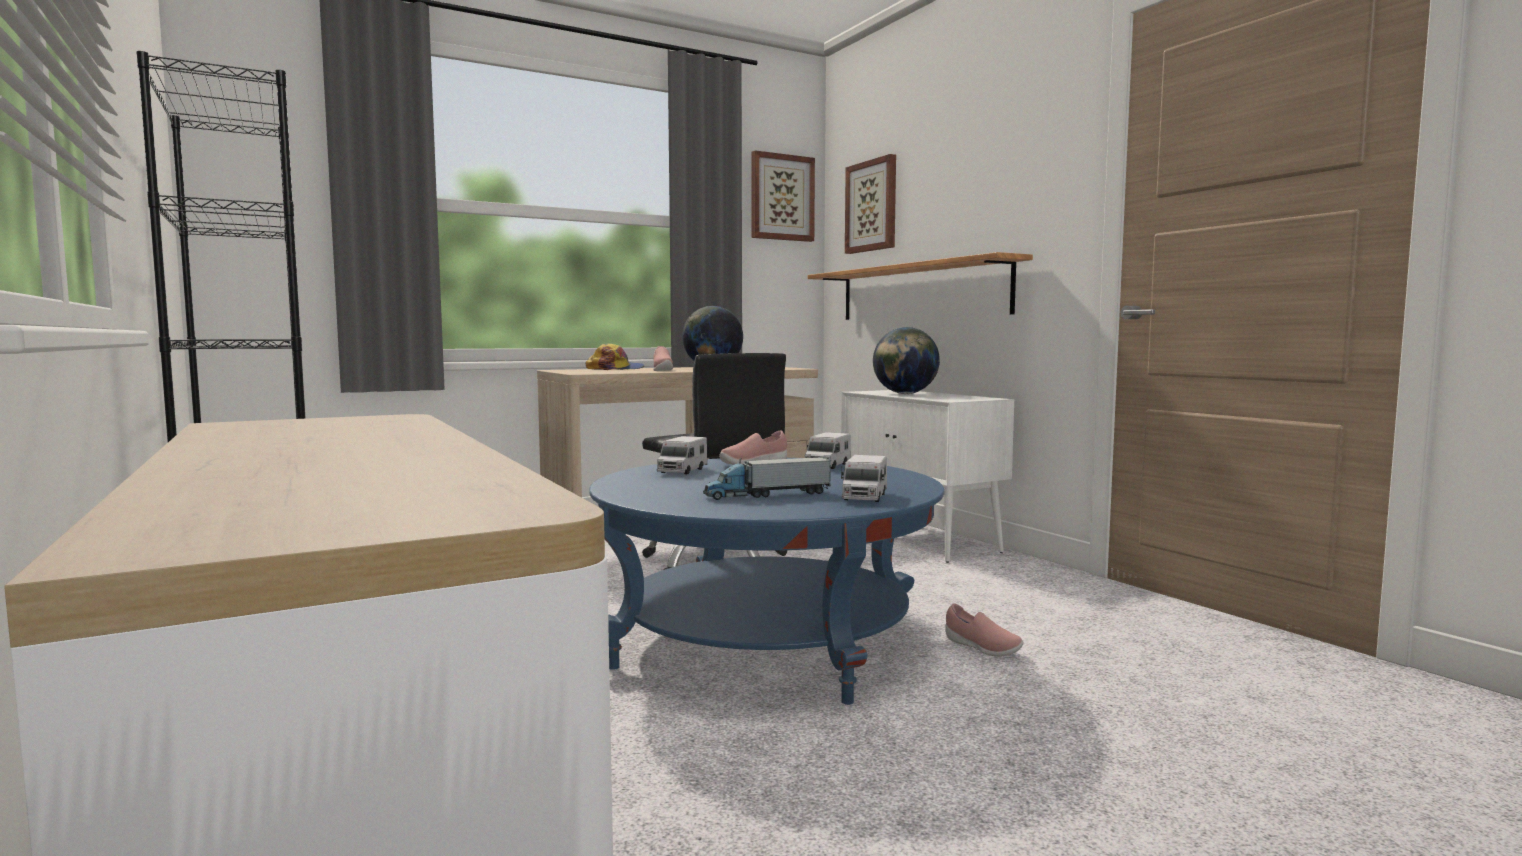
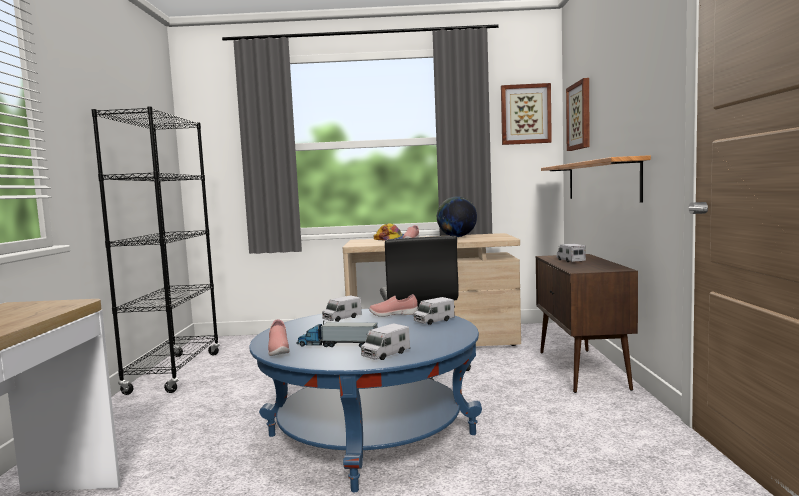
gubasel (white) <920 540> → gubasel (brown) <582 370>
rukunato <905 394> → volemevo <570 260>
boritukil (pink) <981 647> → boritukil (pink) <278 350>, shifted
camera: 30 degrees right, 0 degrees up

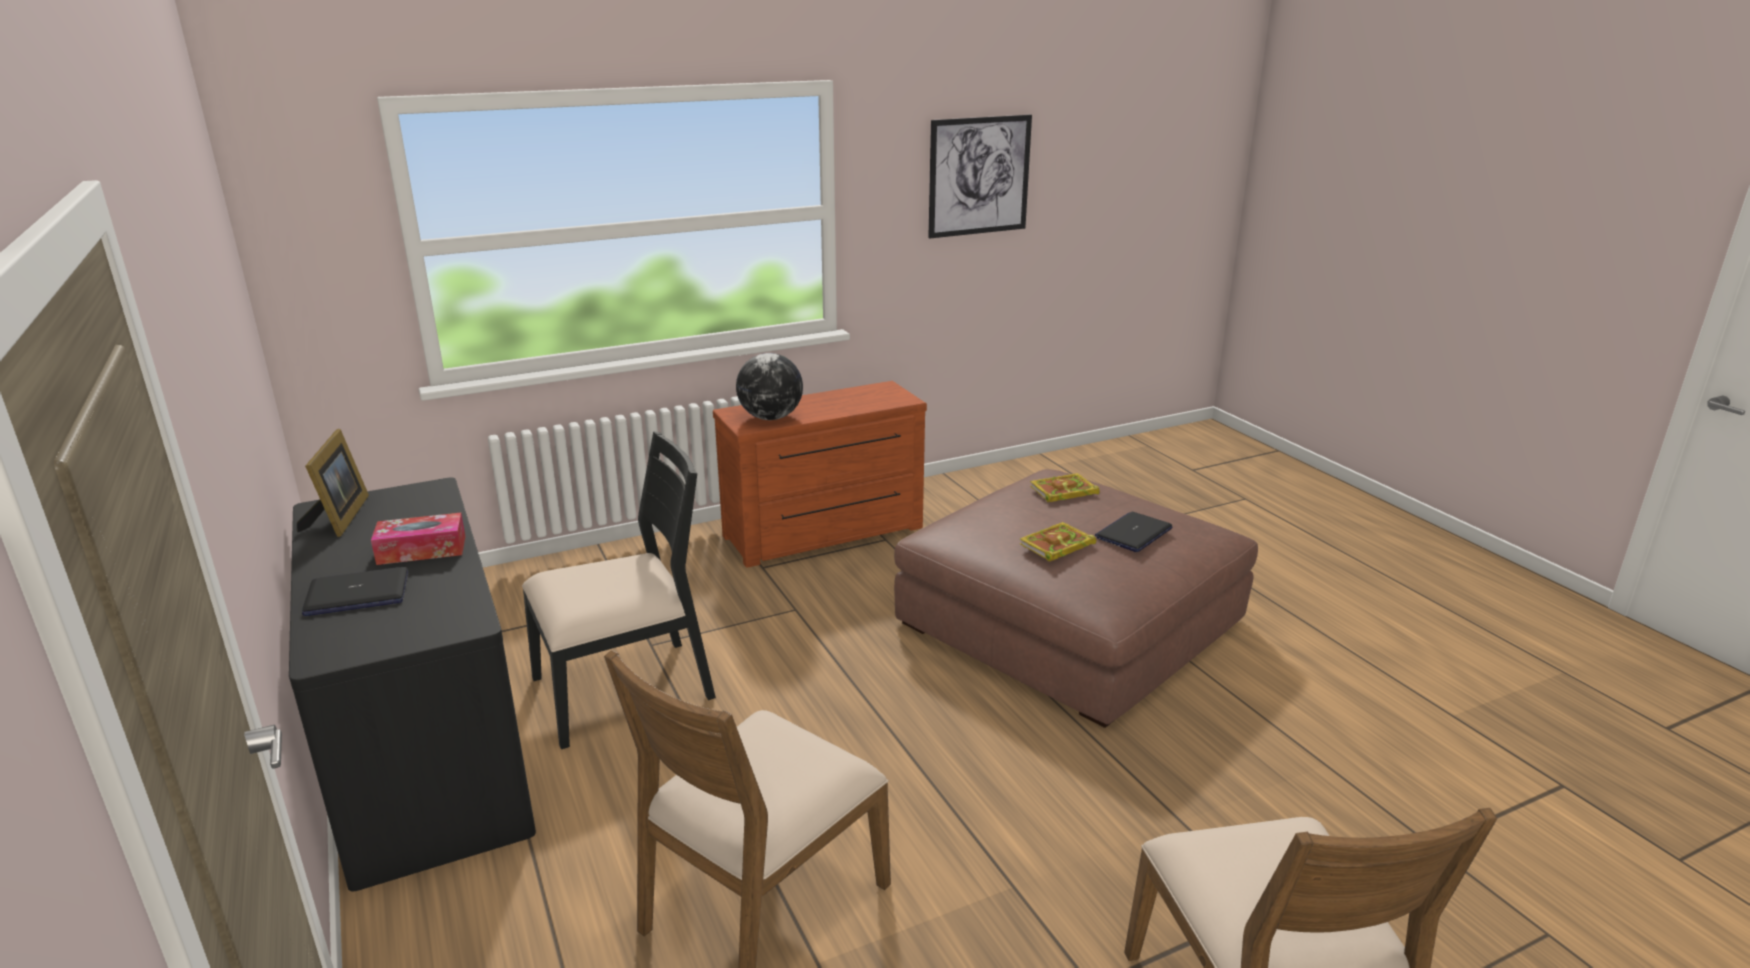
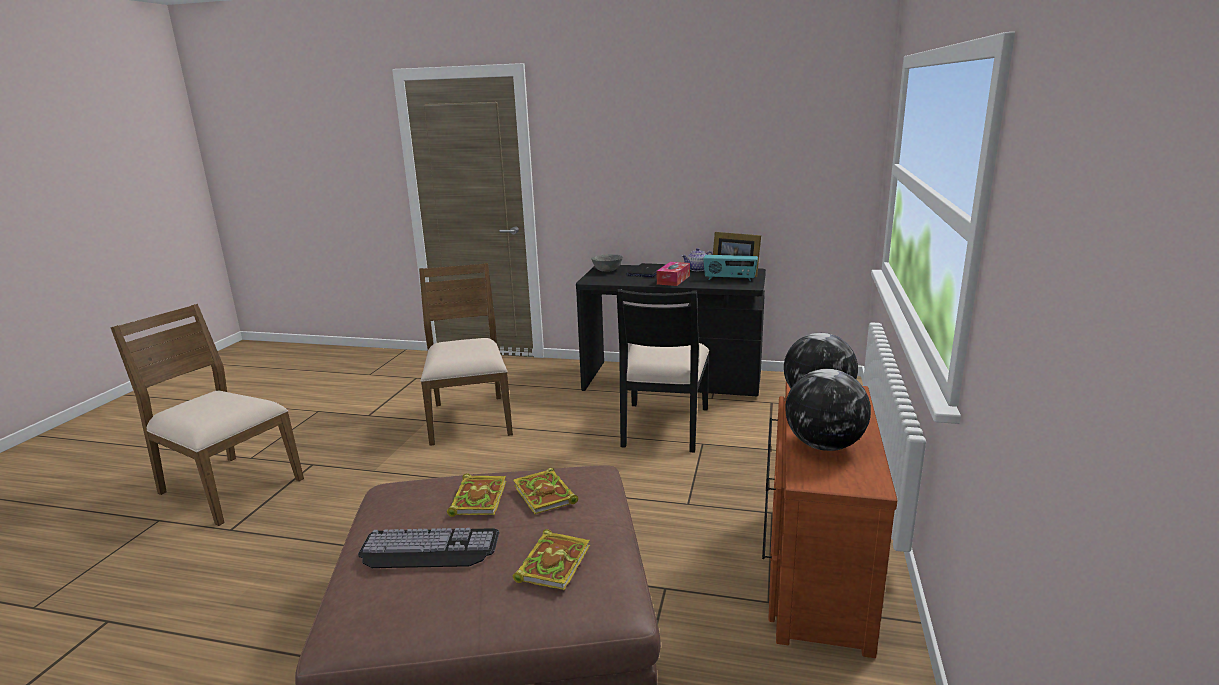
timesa <979 176> → -
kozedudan <1133 533> → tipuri <426 550>
- → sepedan <546 495>
- → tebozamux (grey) <607 271>
- → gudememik <697 269>
- → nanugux <730 279>
- → rukunato <823 445>
camera: 130 degrees right, 5 degrees down

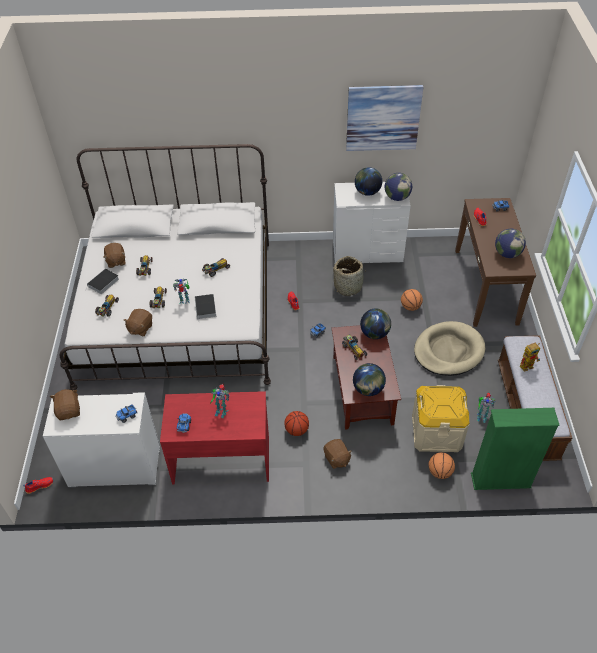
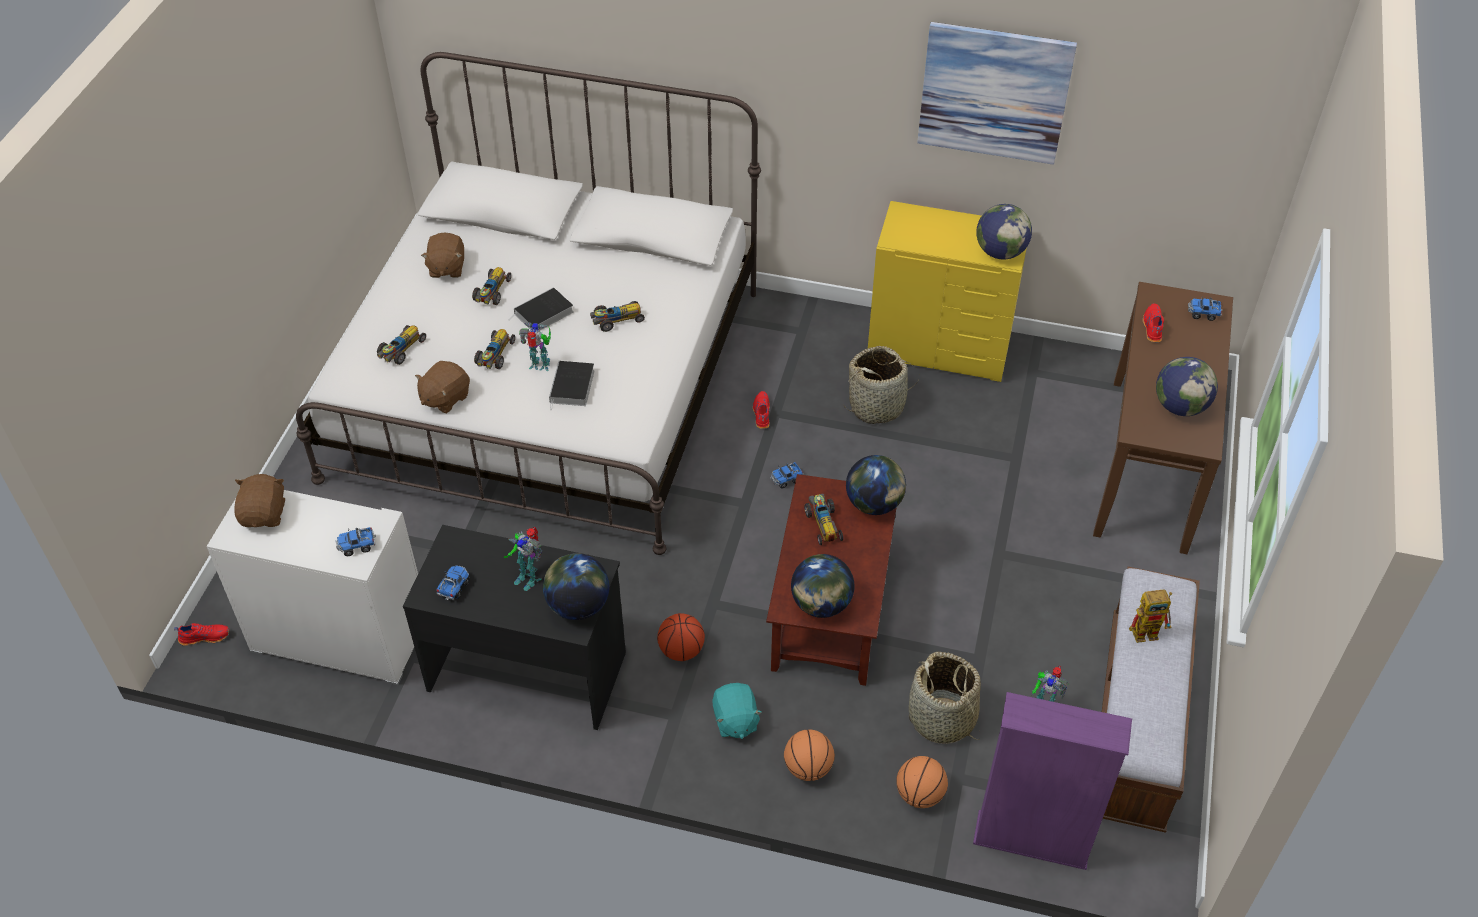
sepedan <103 283> → sepedan <543 314>, shifted
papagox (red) <221 459> → papagox (black) <527 669>
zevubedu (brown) <336 459> → zevubedu (turquoise) <735 721>
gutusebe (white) <367 251> → gutusebe (yellow) <939 346>
rukunato <367 192> → rukunato <578 605>, shifted
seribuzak <410 307> → seribuzak <808 768>, shifted
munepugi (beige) <436 432> → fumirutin <942 719>
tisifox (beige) <448 351> → -
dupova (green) <500 481> → dupova (purple) <1031 841>
camera: 15 degrees right, 0 degrees up

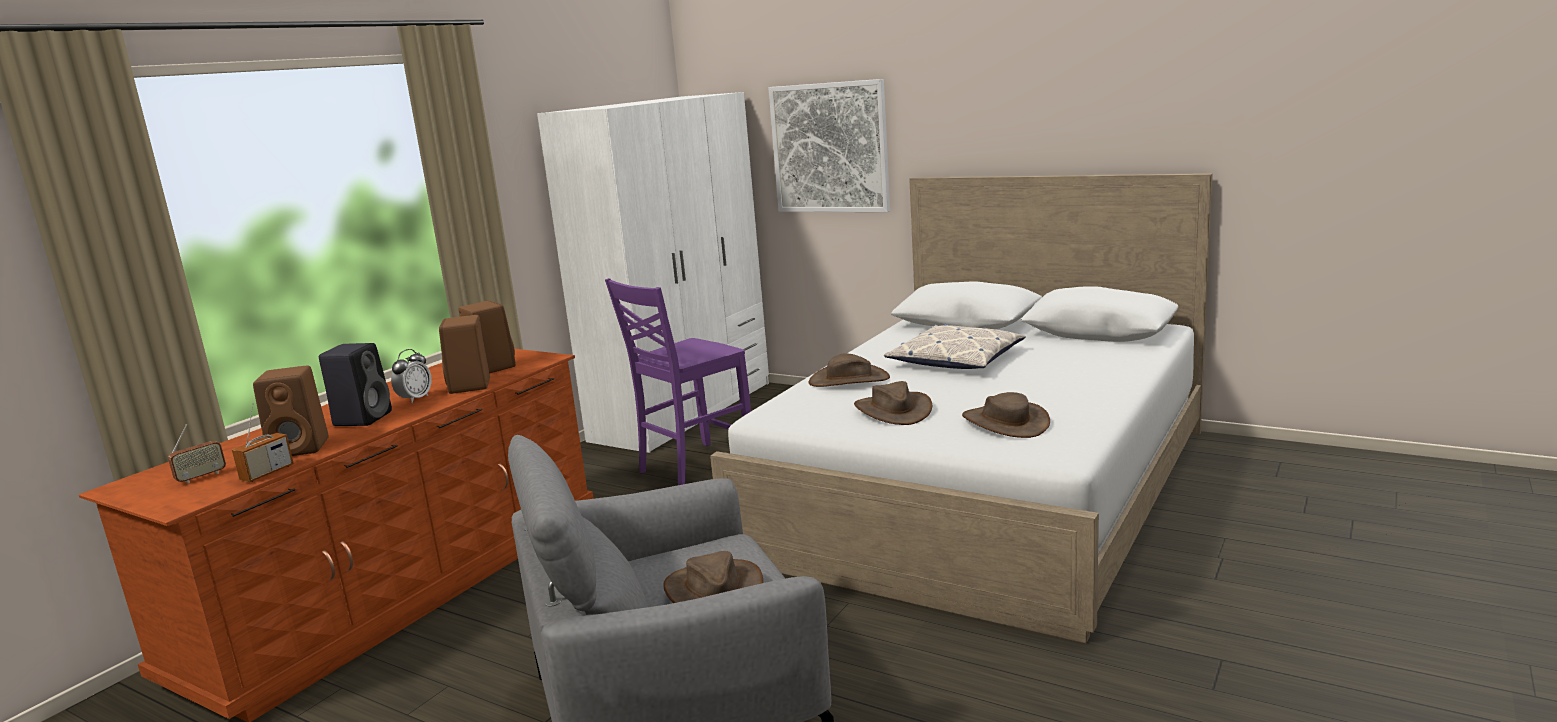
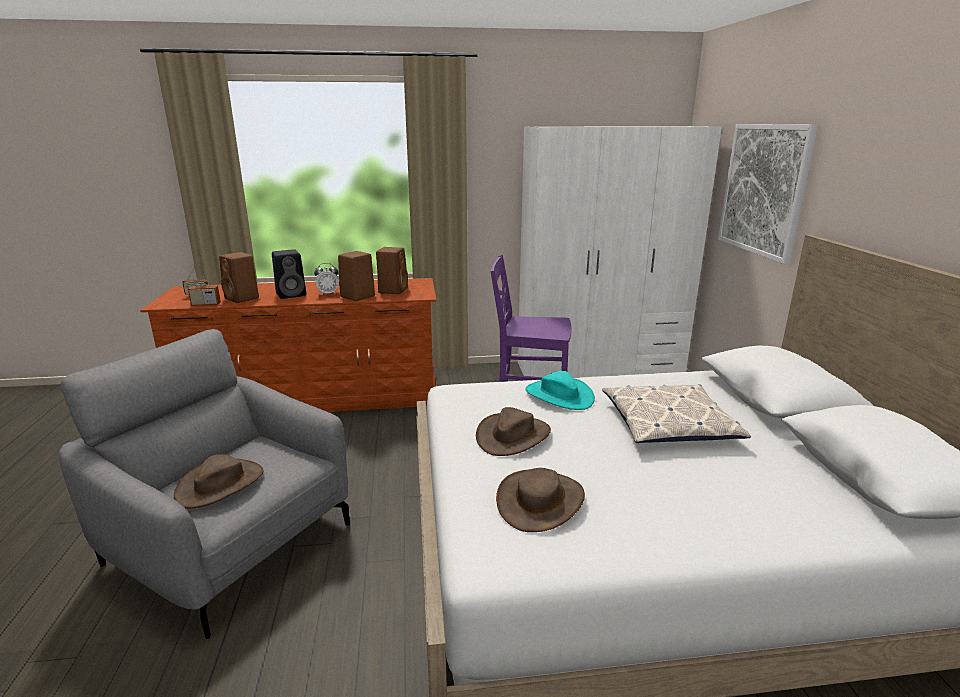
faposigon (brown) <849 380> → faposigon (turquoise) <559 395>
camera: 50 degrees right, 5 degrees up

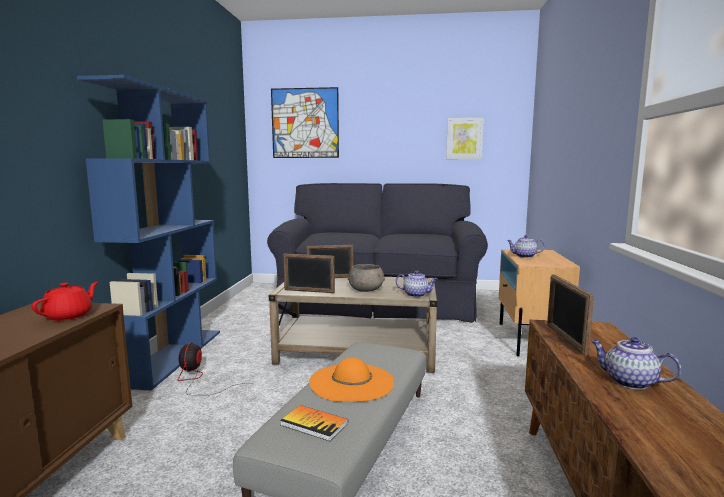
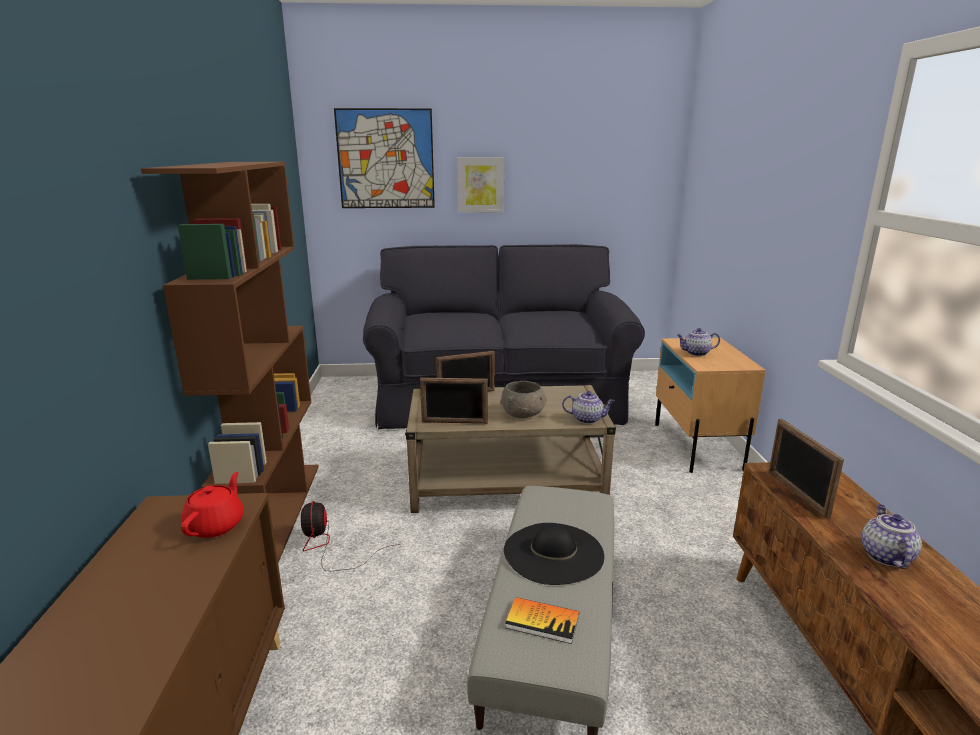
dupova (blue) <172 356> → dupova (brown) <274 511>
faposigon (orange) <351 382> → faposigon (black) <553 552>
timesa <464 138> → timesa <480 185>, shifted
gudememik <629 382> → gudememik <885 555>, 75 degrees clockwise
camera: 10 degrees left, 10 degrees up

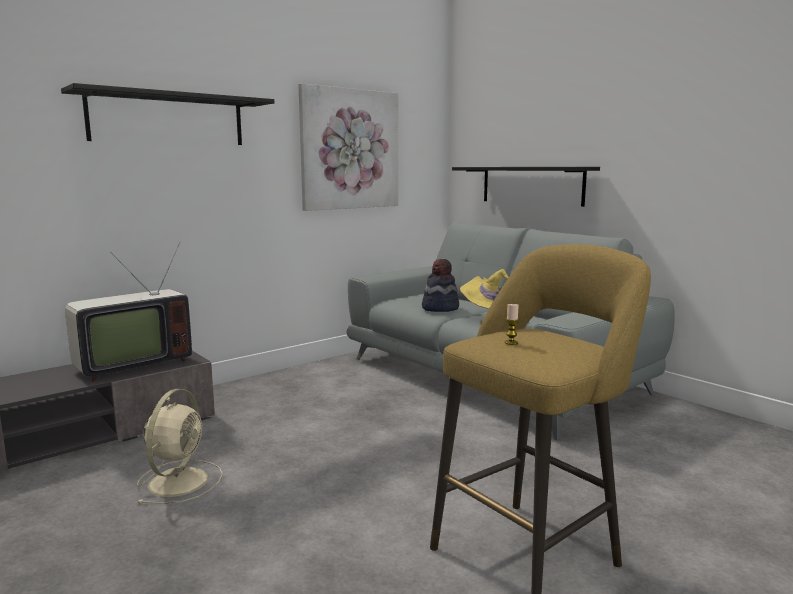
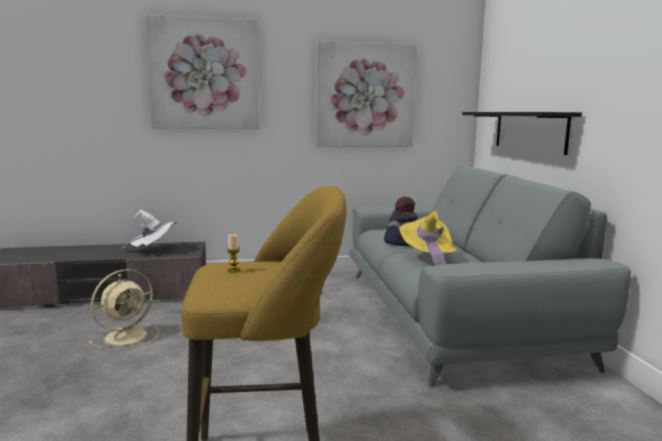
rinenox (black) <168 119> → timesa <204 74>
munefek <130 365> → faposigon (white) <153 250>
camera: 30 degrees right, 0 degrees up

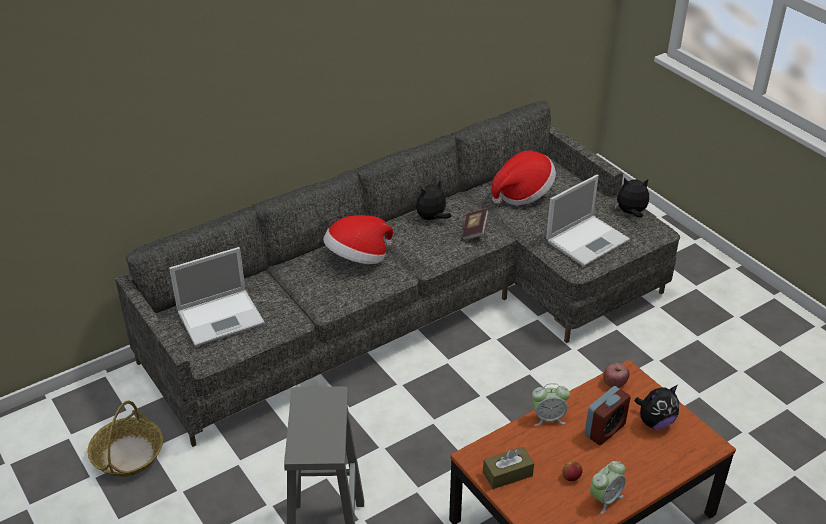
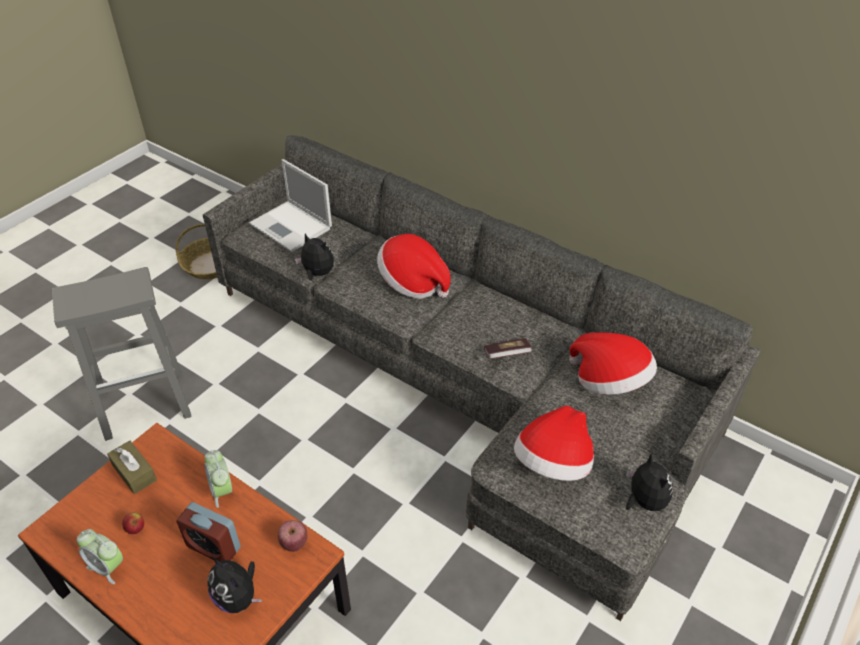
zevubedu <432 218> → zevubedu <317 274>, shifted
kozedudan <588 240> → faposigon <553 464>
camera: 70 degrees right, 5 degrees up

